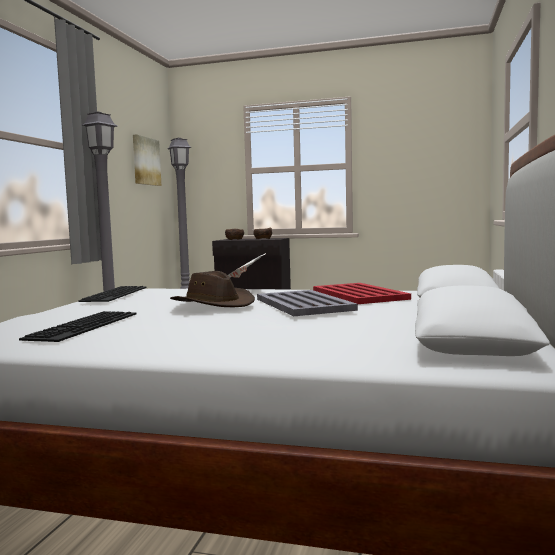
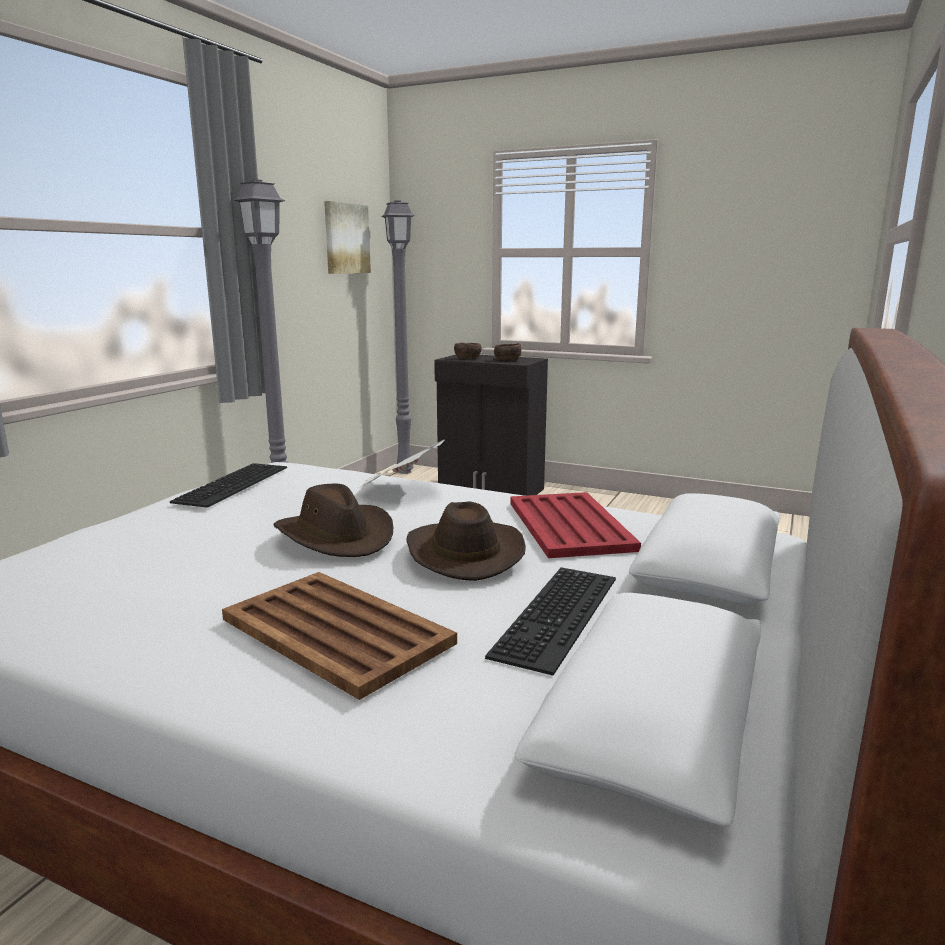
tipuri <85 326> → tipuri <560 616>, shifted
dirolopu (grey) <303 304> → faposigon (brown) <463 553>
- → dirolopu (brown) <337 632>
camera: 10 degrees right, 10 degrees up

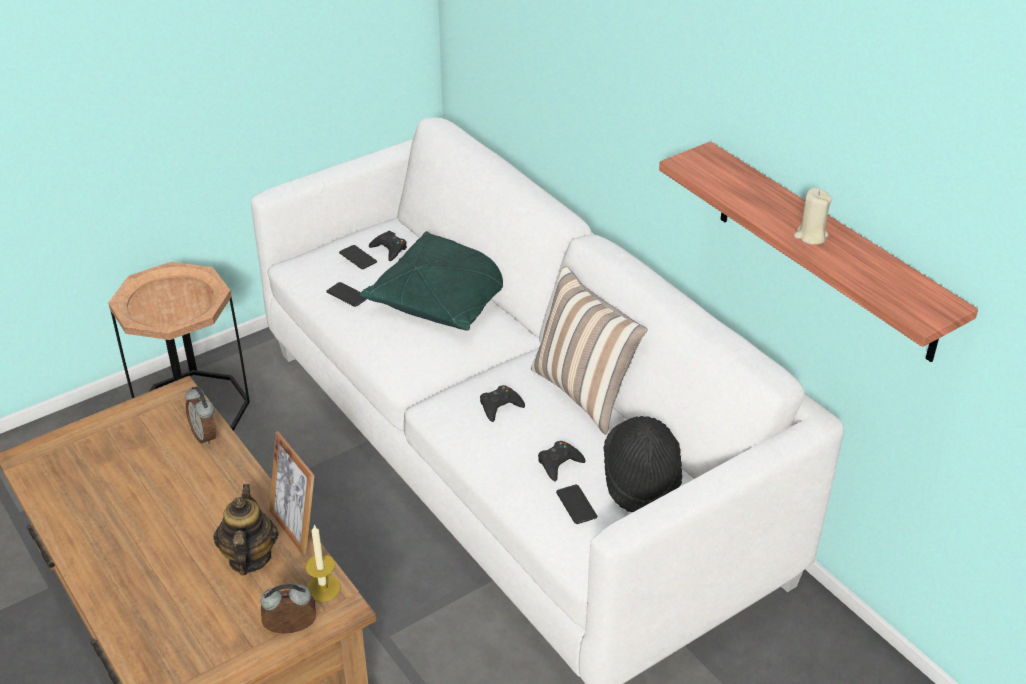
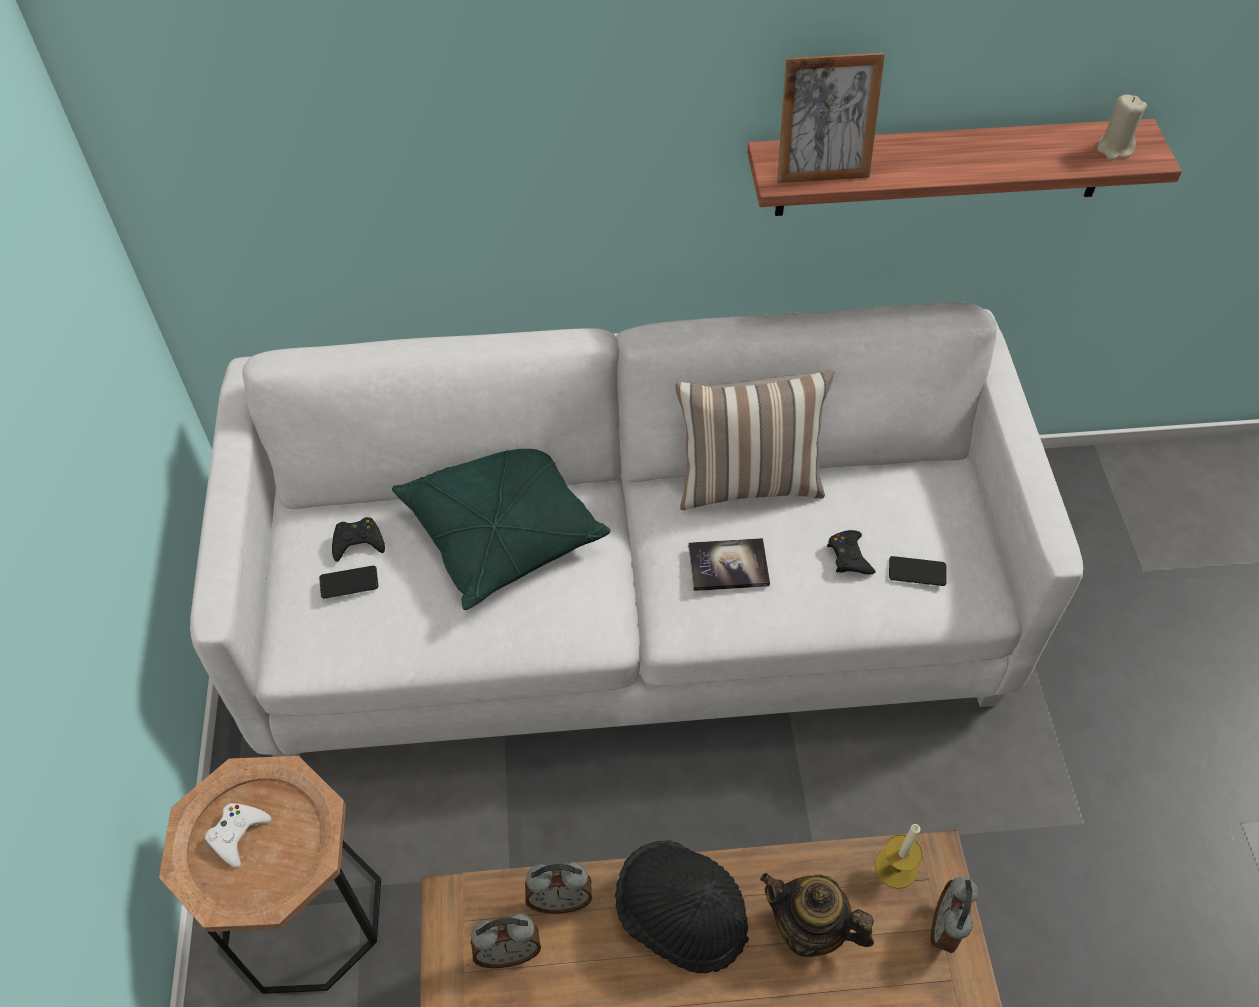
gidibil <296 528> → gidibil <821 171>, shifted
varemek <347 295> → -
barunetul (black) <500 406> → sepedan <728 566>
faposigon (black) <641 479> → faposigon (black) <681 915>, shifted
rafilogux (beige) <810 236> → rafilogux (beige) <1114 148>, shifted
- → barunetul (white) <237 834>
- → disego <508 952>
camera: 60 degrees left, 15 degrees up

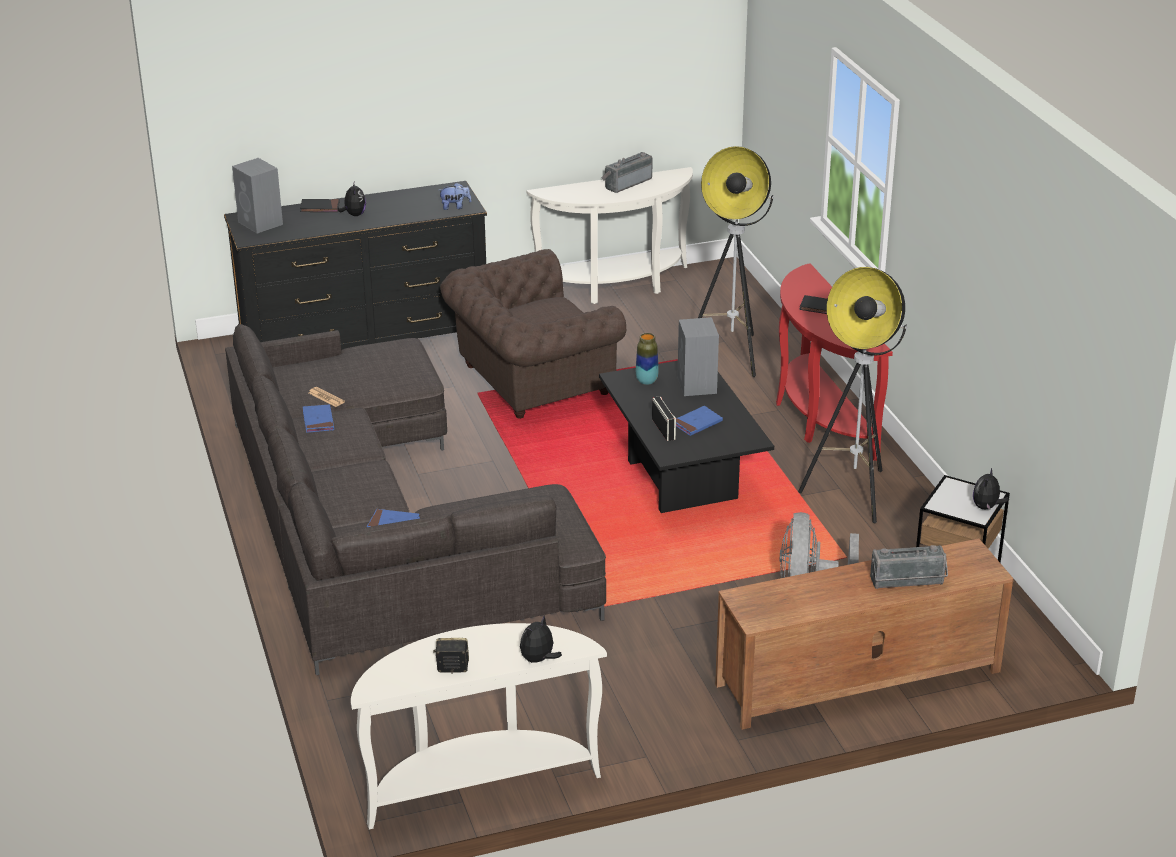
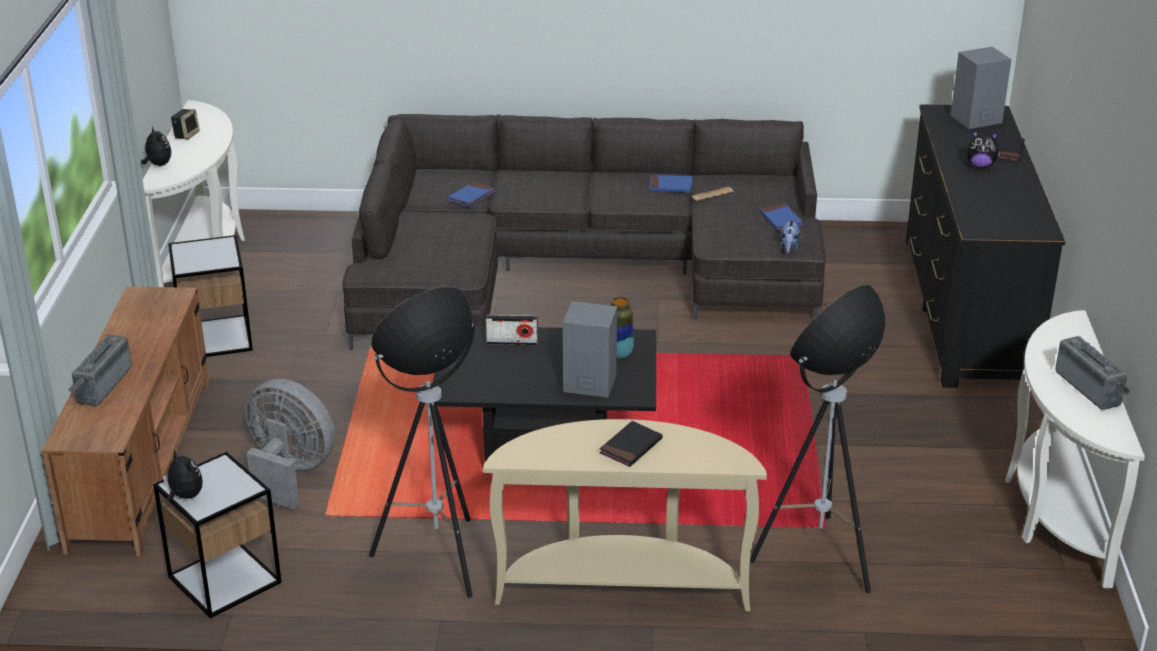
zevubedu <455 207> → zevubedu <789 248>, shifted
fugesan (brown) <530 381> → -
sepedan (blue) <697 423> → sepedan (blue) <780 219>, shifted
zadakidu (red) <817 417> → zadakidu (beige) <622 585>
- → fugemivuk <215 337>
camera: 110 degrees right, 0 degrees up

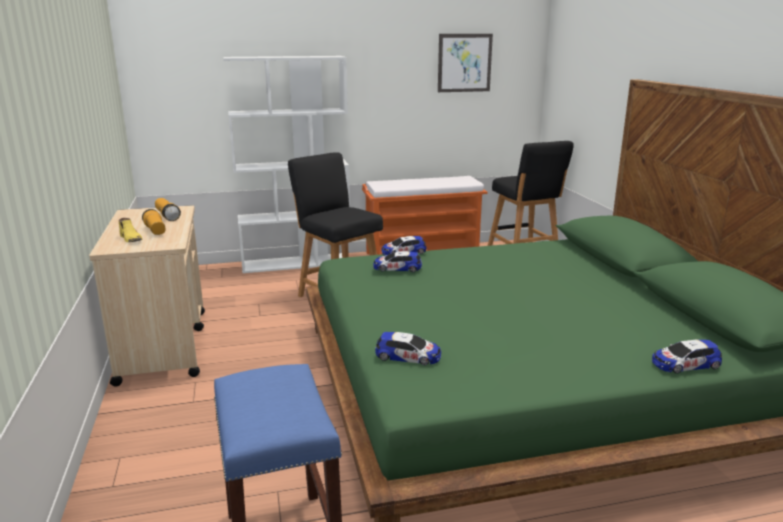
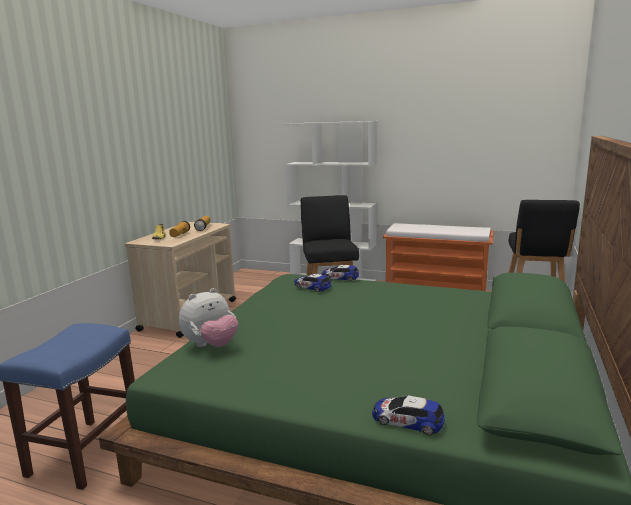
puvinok <408 356> → zevubedu <211 345>
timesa <464 63> → -
camera: 35 degrees right, 5 degrees down

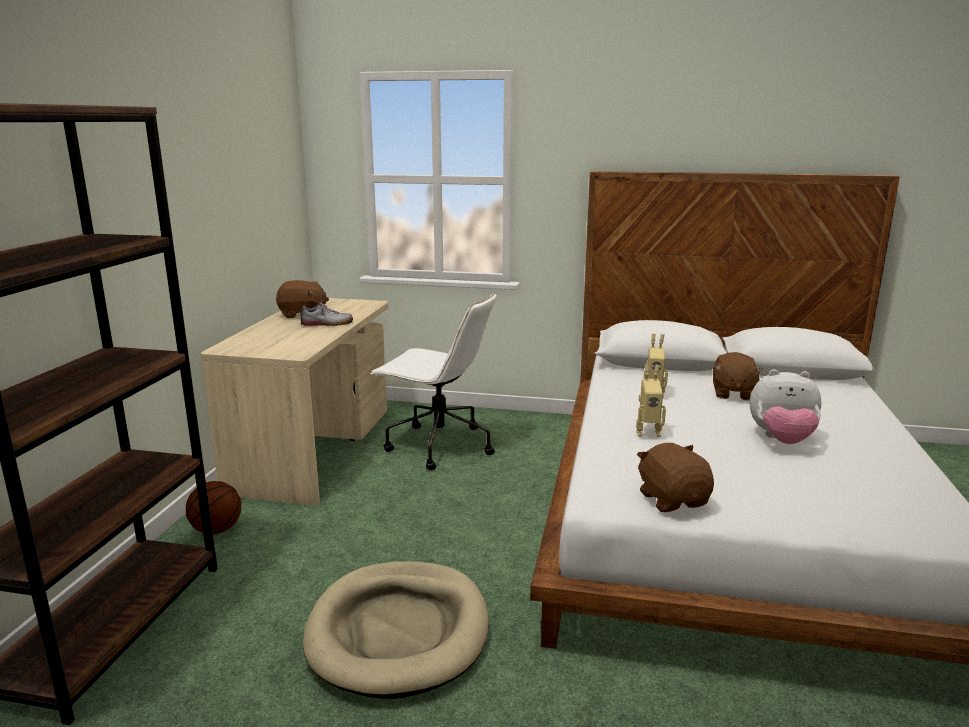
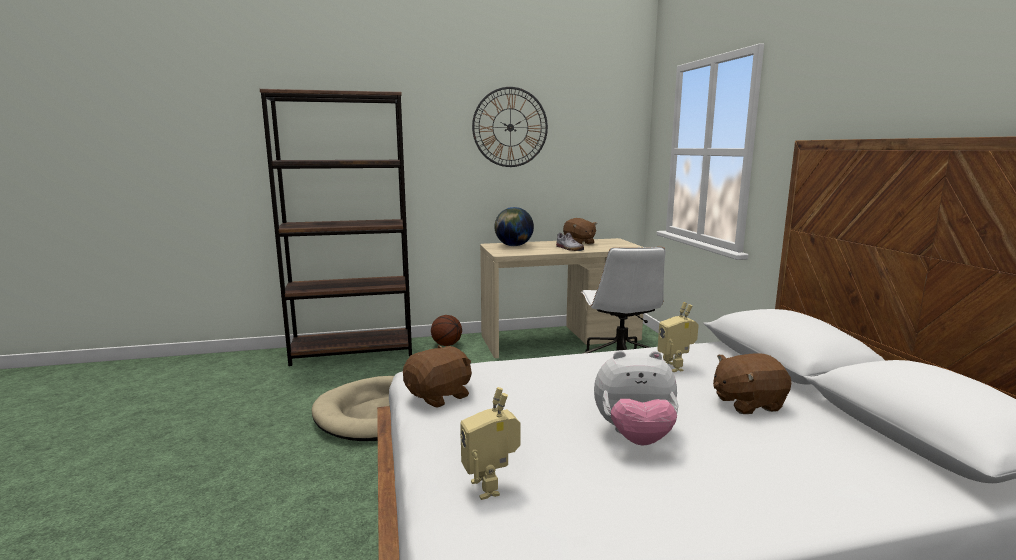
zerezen <647 432> → zerezen <491 486>, shifted
zevubedu <781 440> → zevubedu <635 437>, 75 degrees counterclockwise
- → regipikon <510 127>
- → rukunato <513 246>
camera: 65 degrees right, 5 degrees down

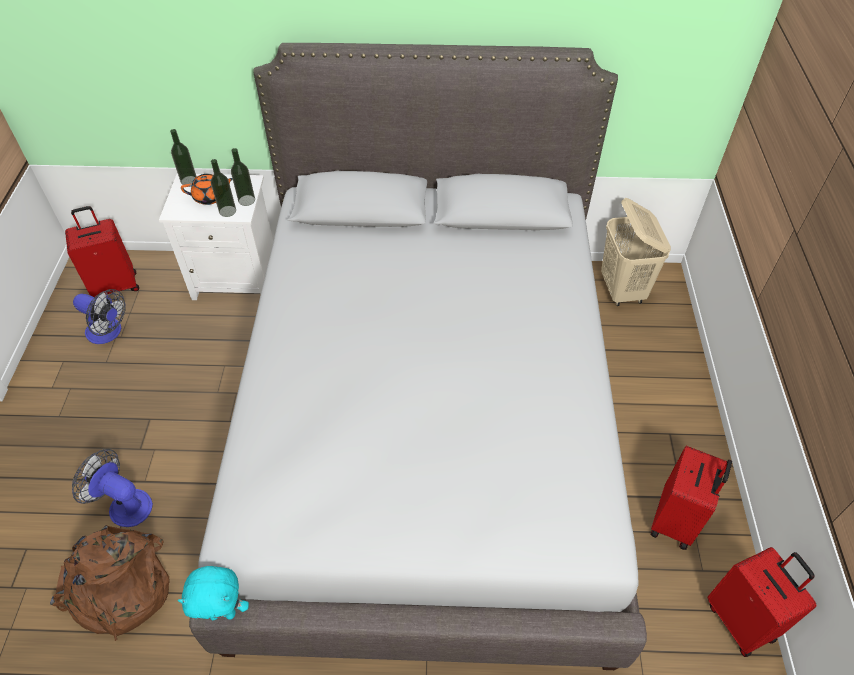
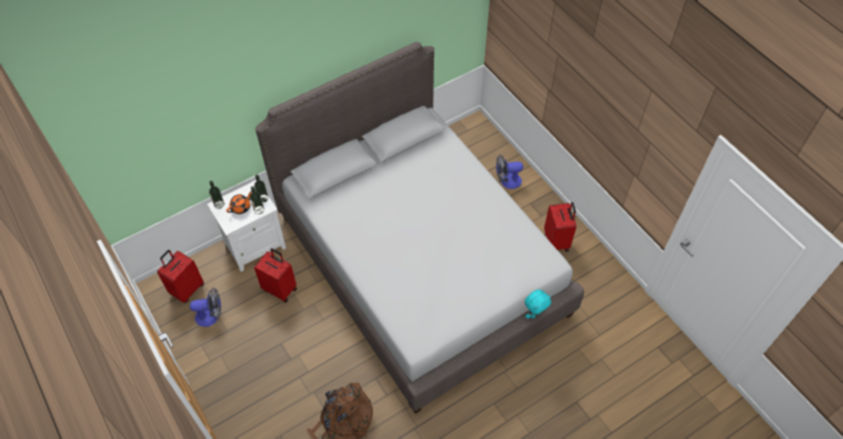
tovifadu <124 504> → tovifadu <507 181>, shifted
zevubedu (turquoise) <223 613> → zevubedu (turquoise) <534 313>, shifted
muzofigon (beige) <622 290> → -
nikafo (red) <741 620> → nikafo (red) <280 289>, shifted
camera: 35 degrees left, 5 degrees up

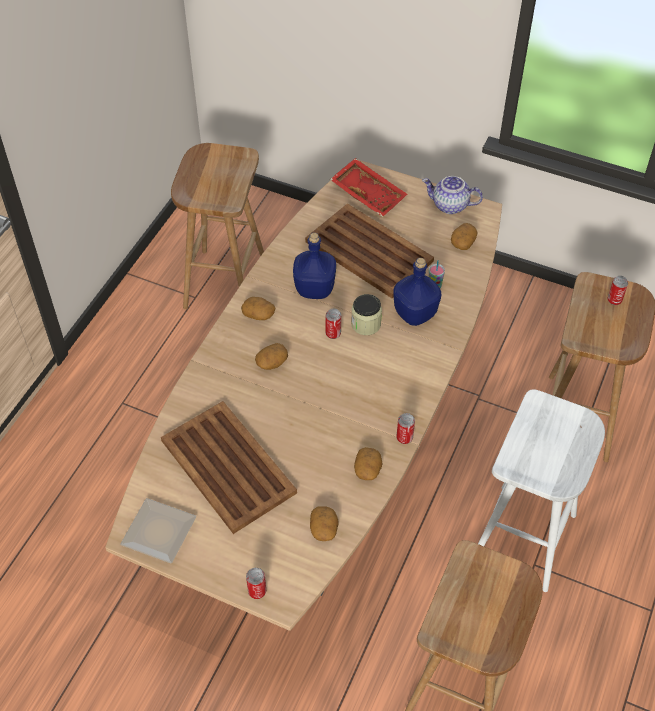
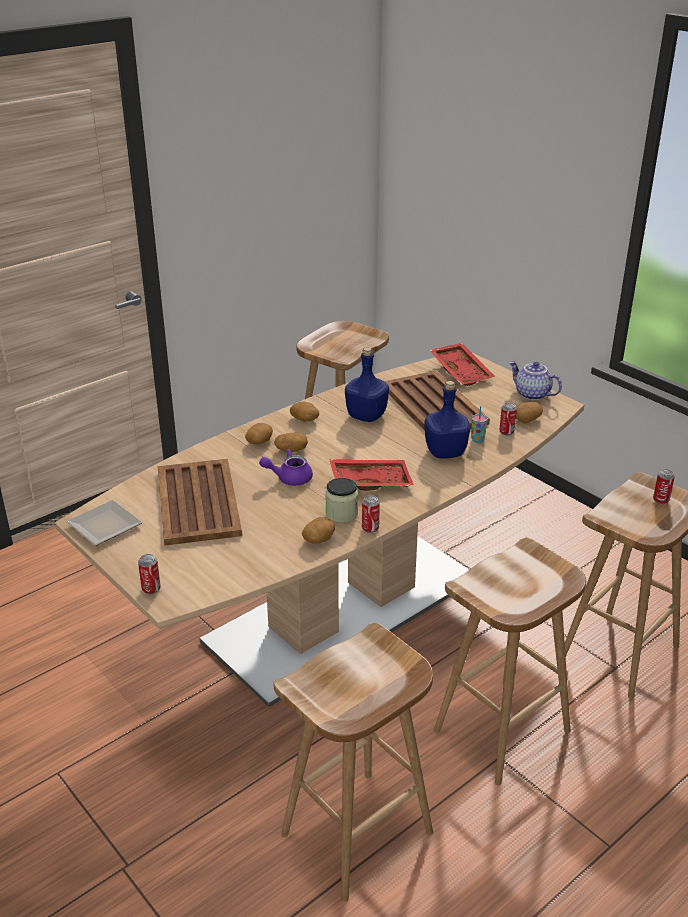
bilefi <324 529> → bilefi <259 441>, shifted
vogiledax <333 333> → vogiledax <506 432>, shifted
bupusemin <366 324> → bupusemin <341 513>, shifted
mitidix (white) <524 539> → mitidix (brown) <501 732>
- → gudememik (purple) <289 478>
- → dirolopu (red) <370 481>
camera: 25 degrees right, 20 degrees down

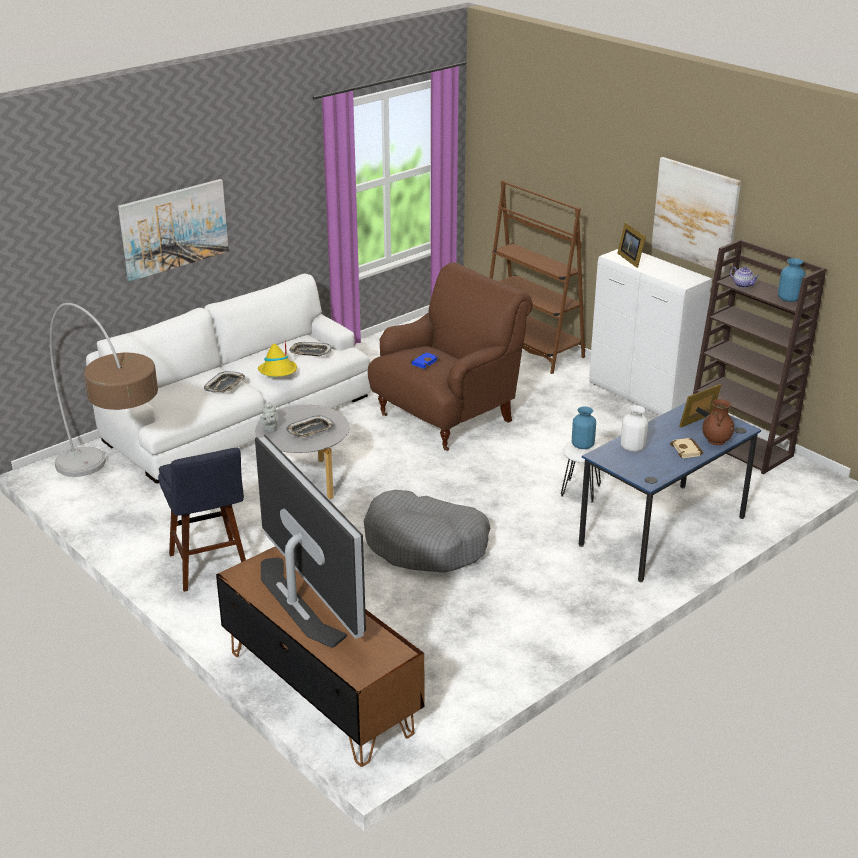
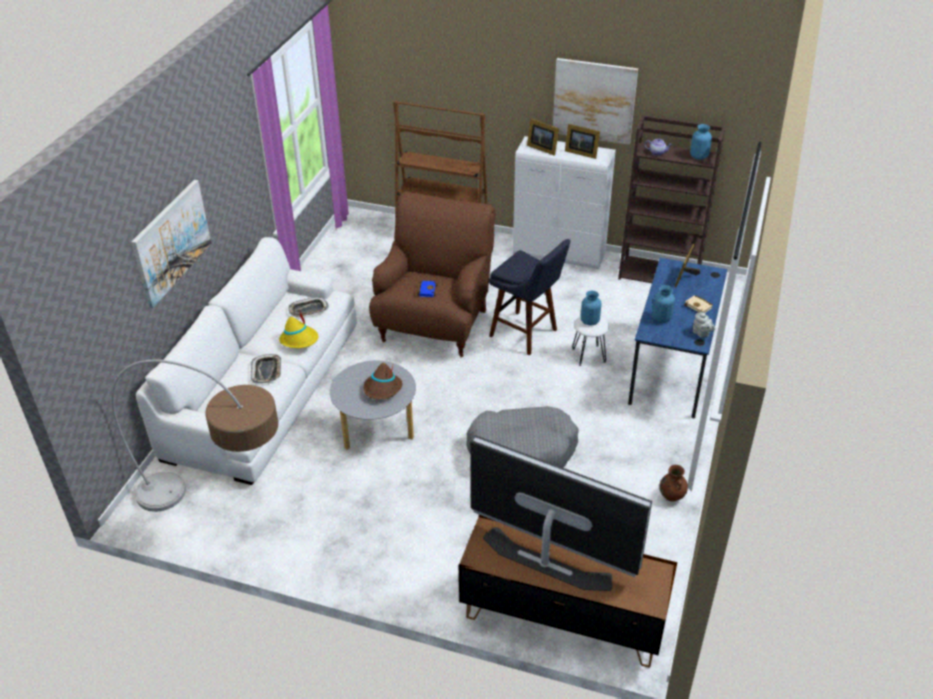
mitidix (blue) <210 568> → mitidix (blue) <527 335>, shifted
gudememik (grey) <270 428> → gudememik (grey) <701 334>, shifted
dirolopu <310 430> → faposigon (brown) <382 389>
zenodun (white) <632 447> → zenodun (blue) <661 318>
zenodun (brown) <716 441> → zenodun (brown) <672 496>, shifted
- → gidibil <581 152>
camera: 30 degrees left, 10 degrees up

